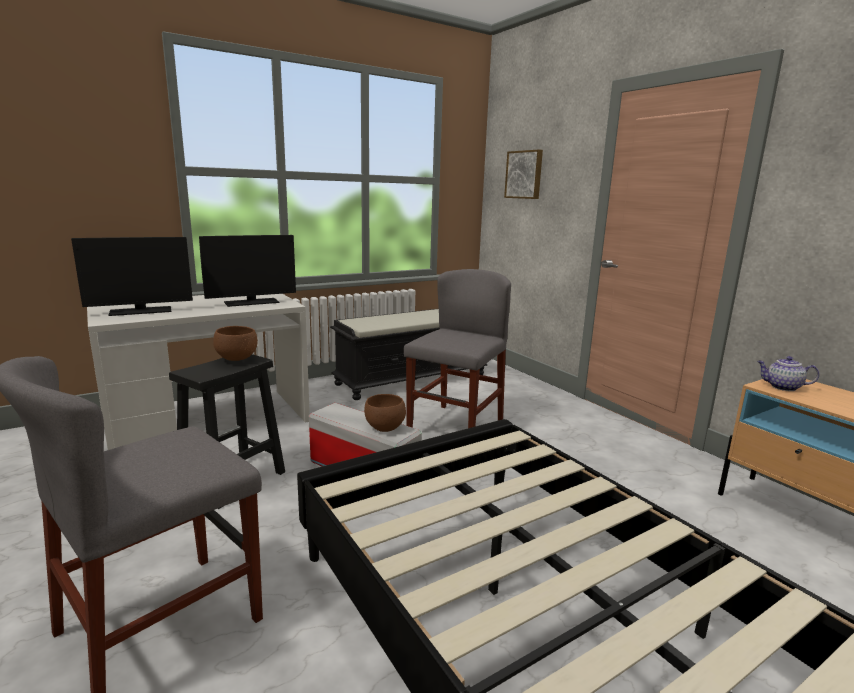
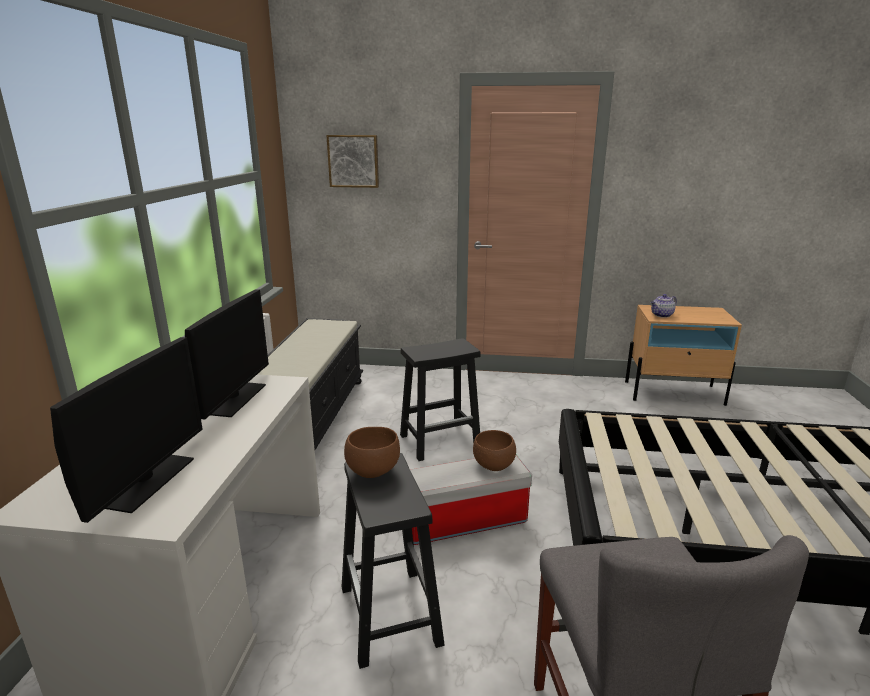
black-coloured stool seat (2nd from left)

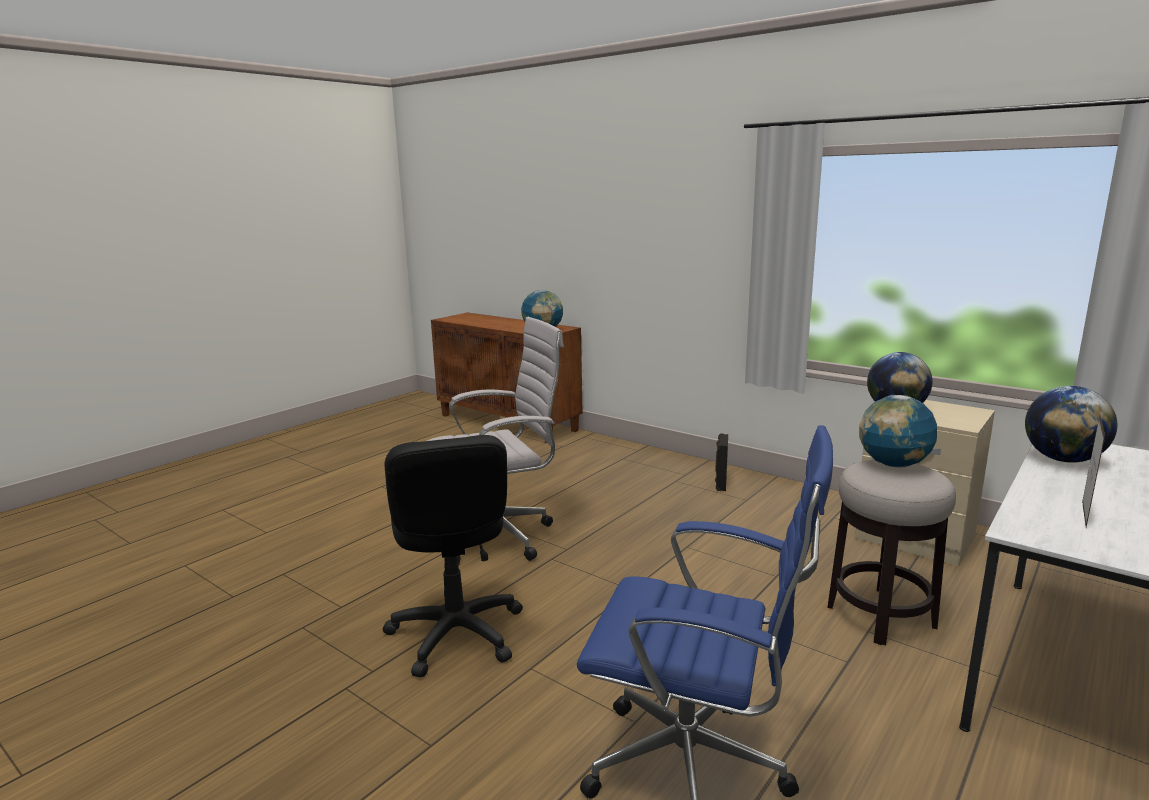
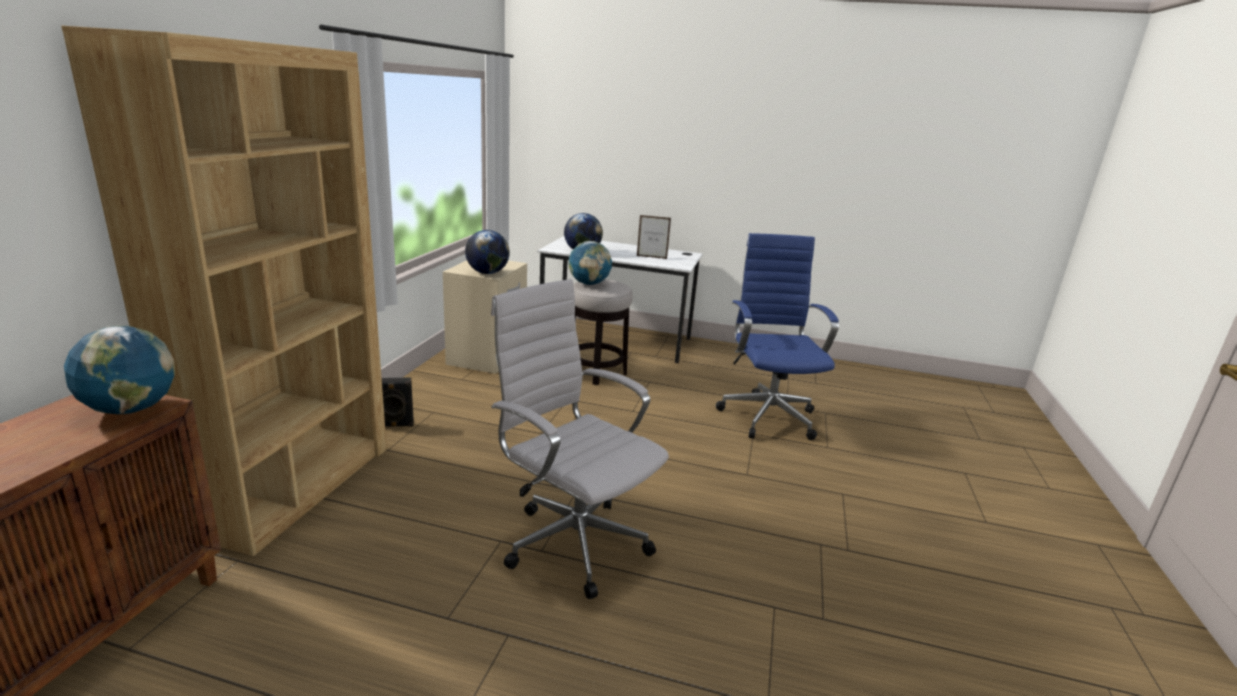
brownish bookshelf
black-coloured computer chair

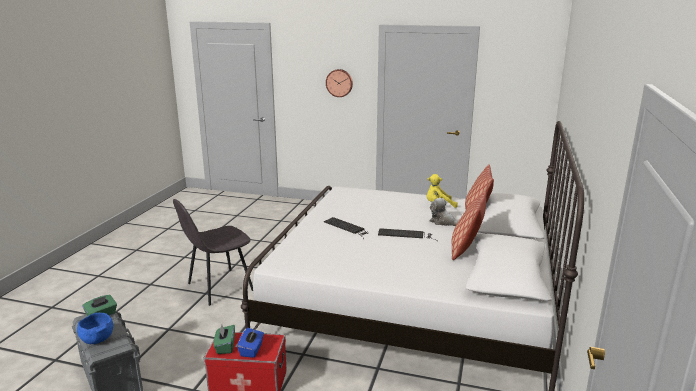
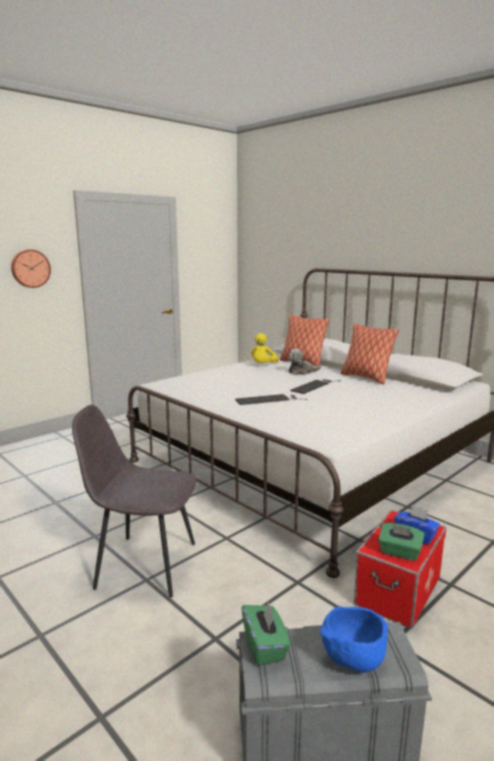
grey upright chair

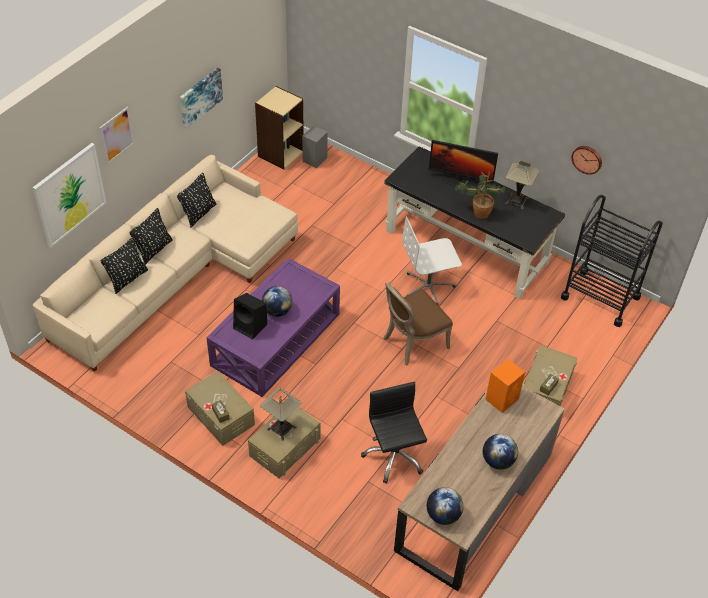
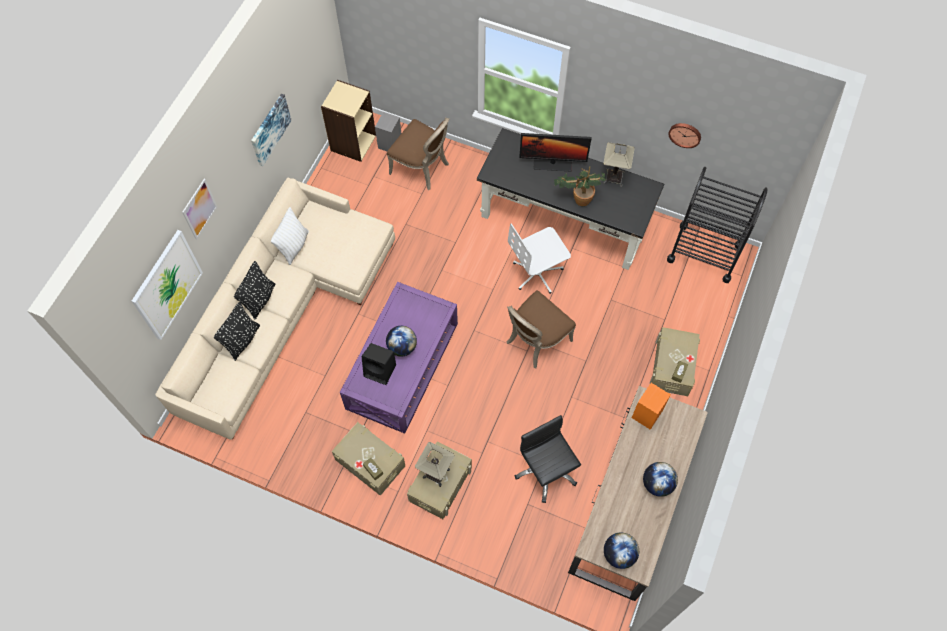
white throw pillow
brownish upright chair (1st from left)

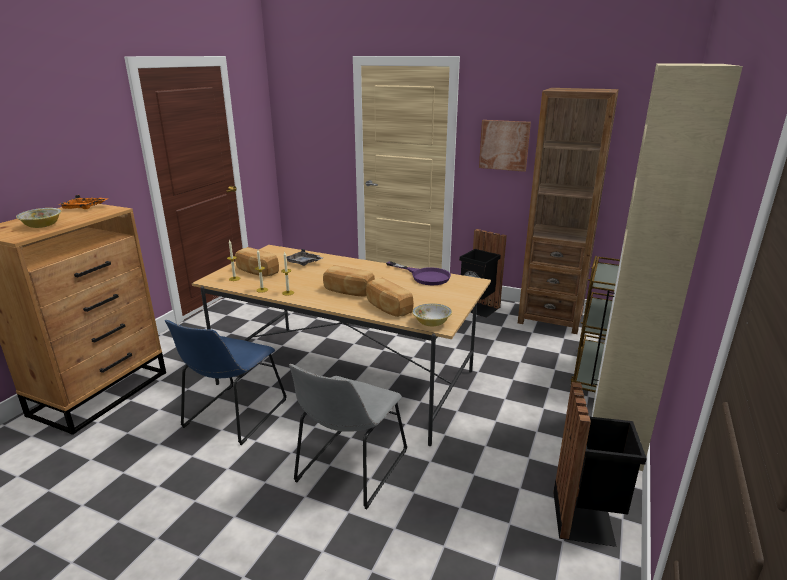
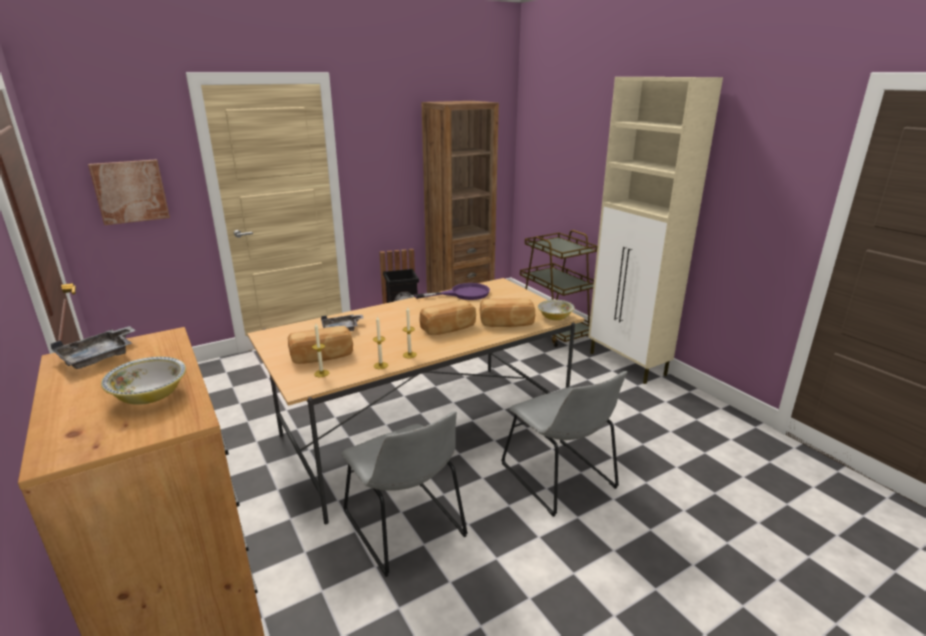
grey carrying tray (1st from left)
wall art
grey upright chair (1st from left)
black-coloured trash can (2nd from left in the first image)

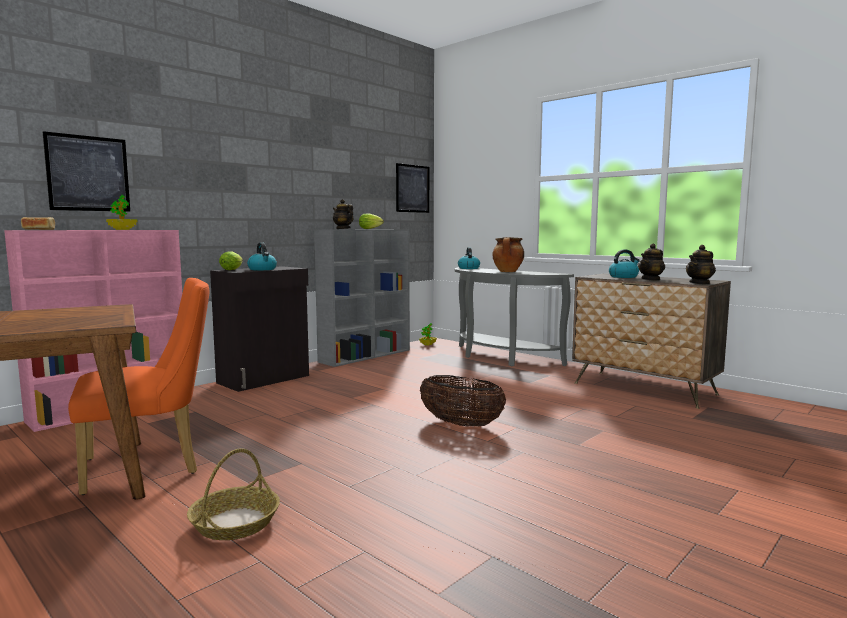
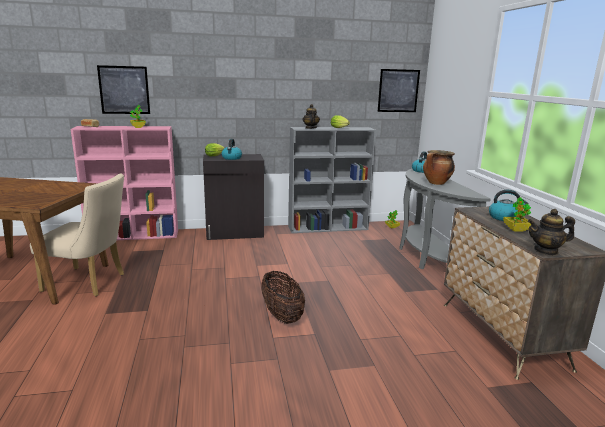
sand-coloured upright chair
plant in a pot (3rd from left)
basket (1st from left in the first image)

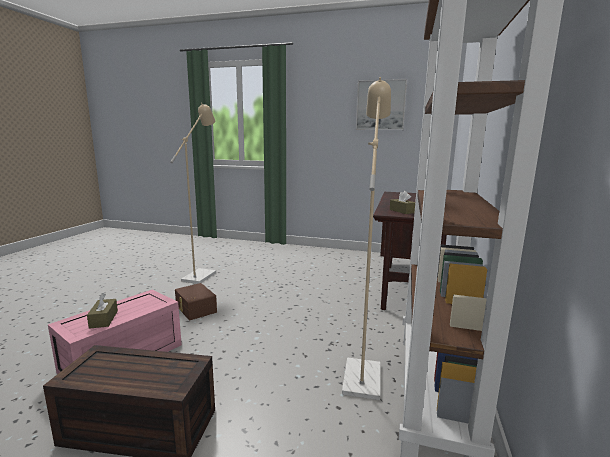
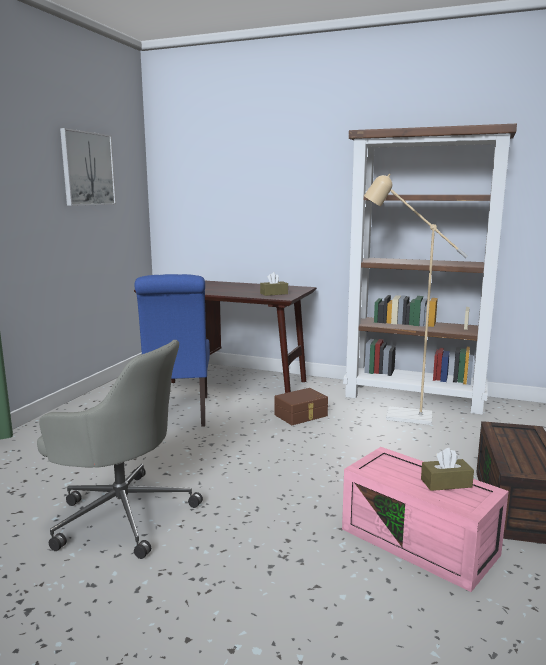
grey computer chair
blue-coloured upright chair
brownish storage box (1st from left)

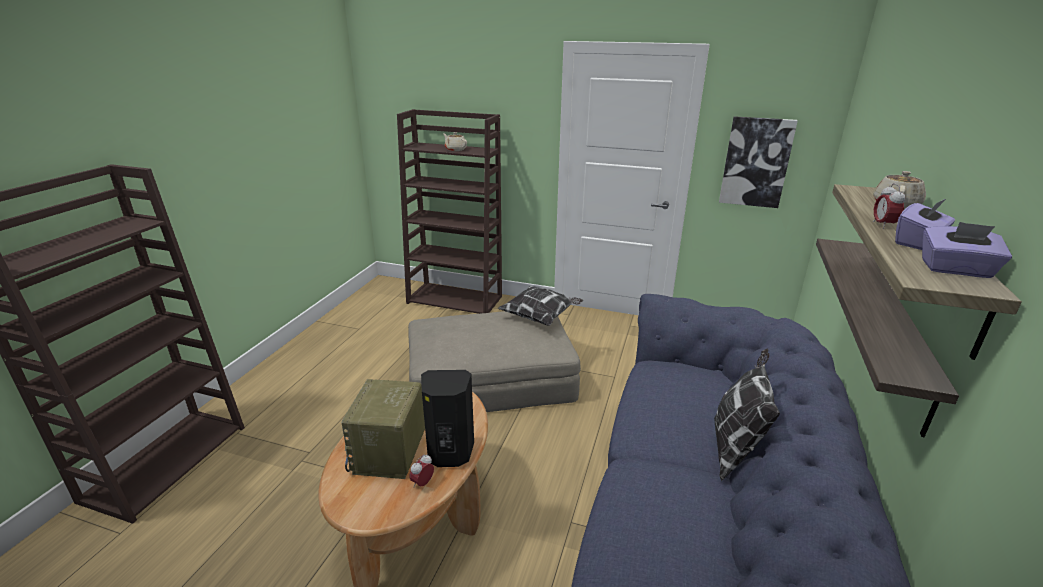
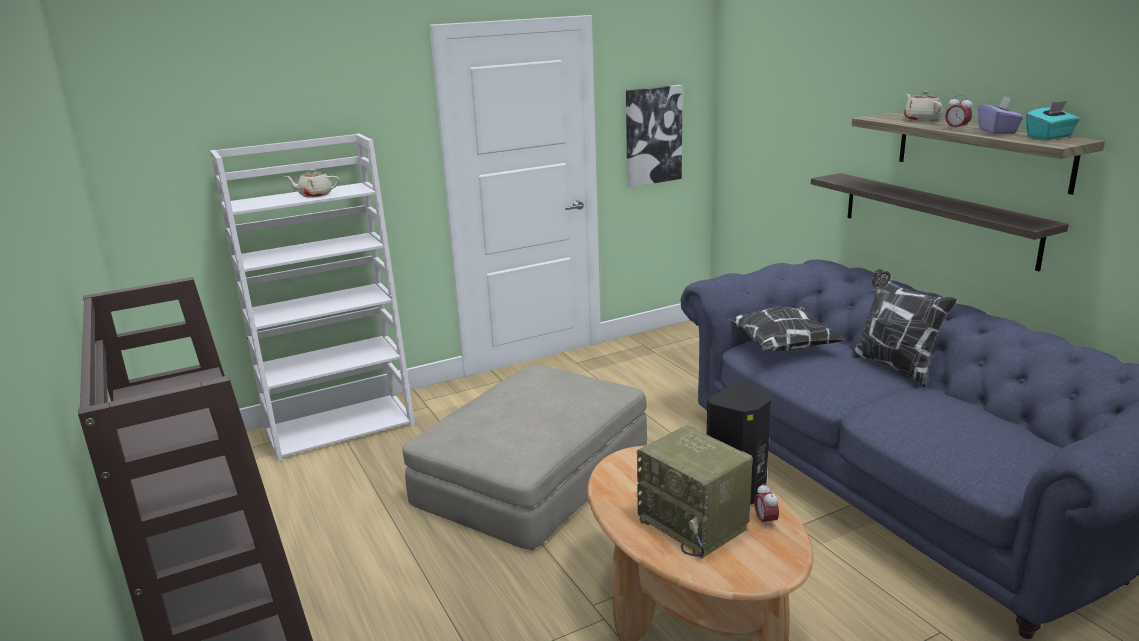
white bookshelf
throw pillow (1st from left)
blue-green tissue box

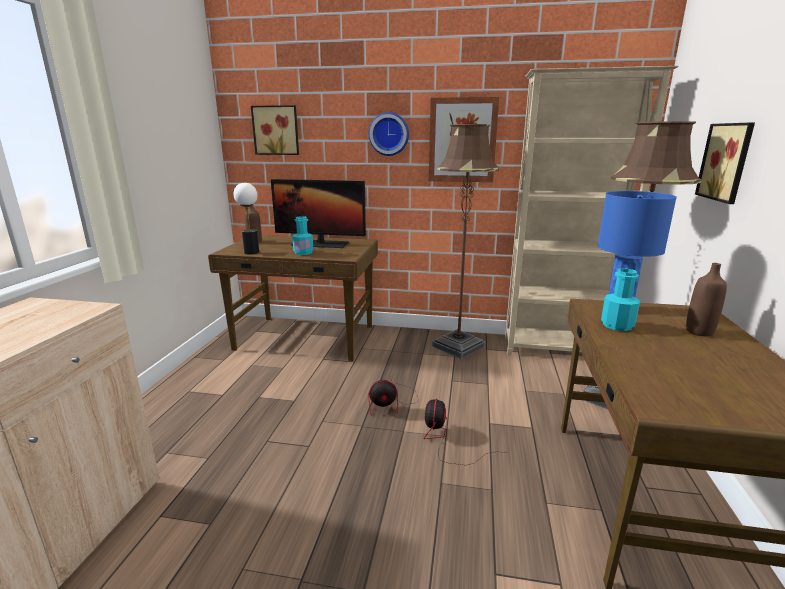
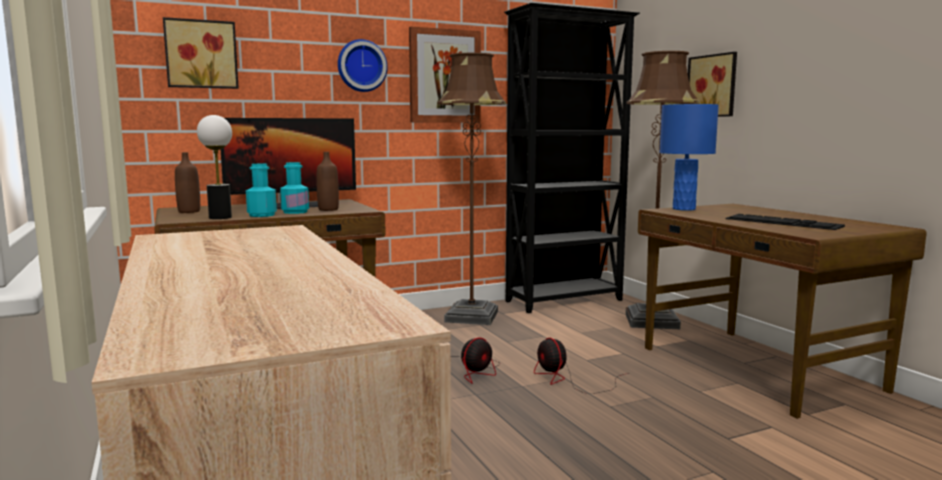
blue-green drink bottle (1st from left)
brownish drink bottle (2nd from left)
black-coloured bookshelf
PC keyboard

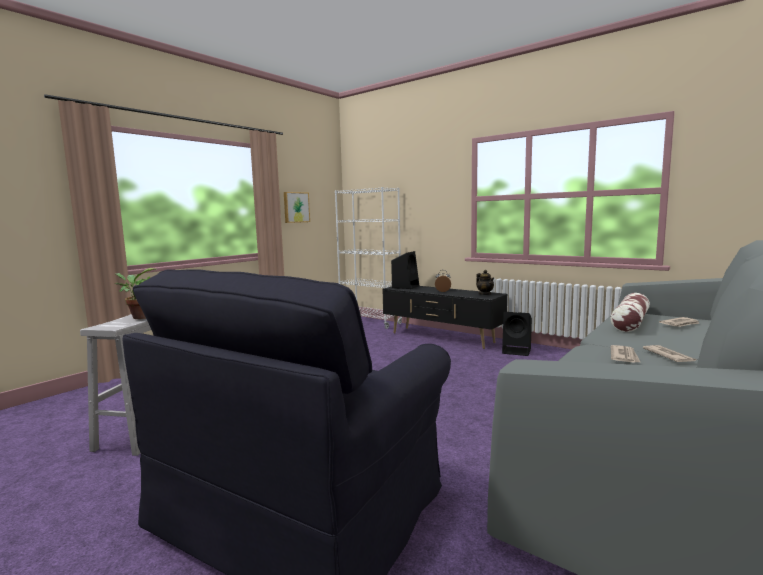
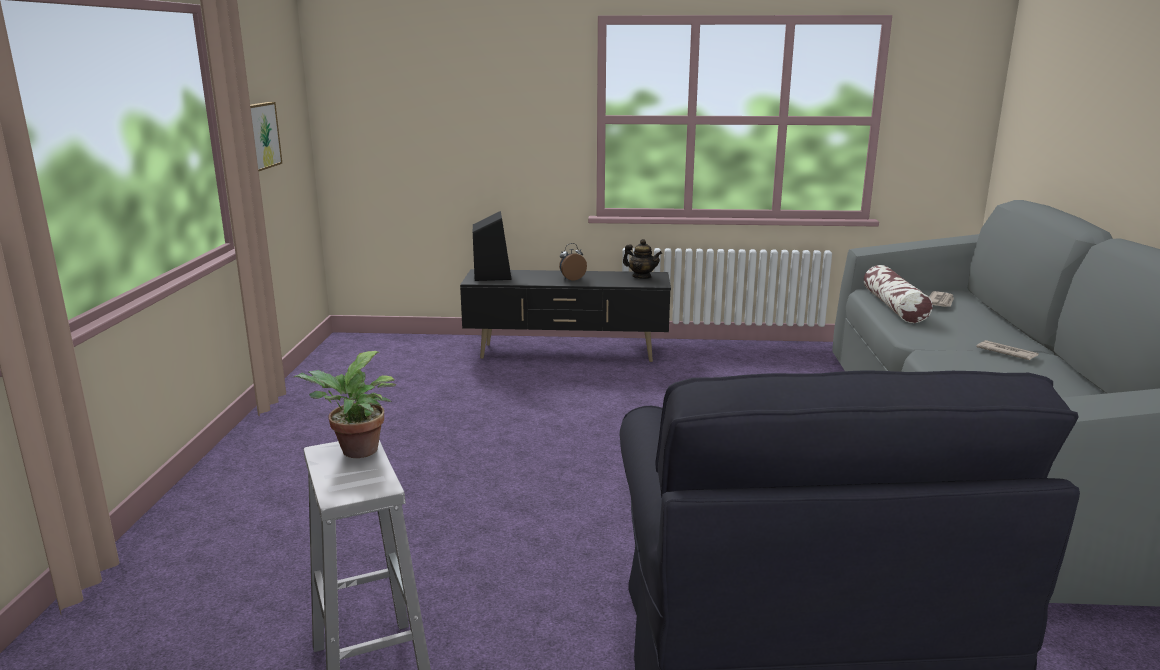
white bookshelf
black-coloured speaker (2nd from left in the first image)
printed paper (1st from left in the first image)

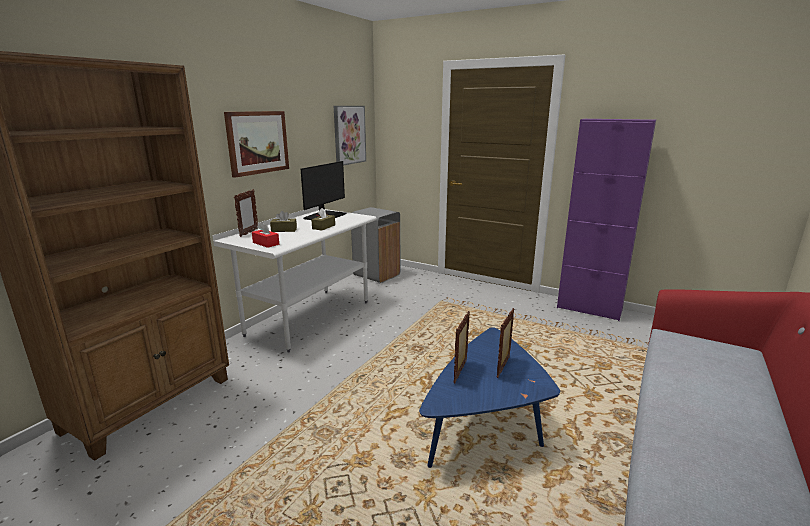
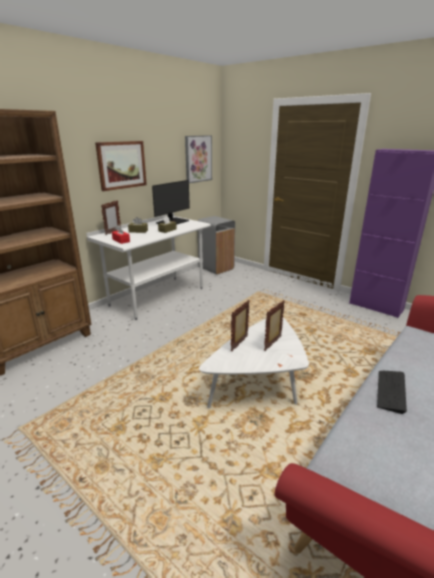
white coffee table
PC keyboard

